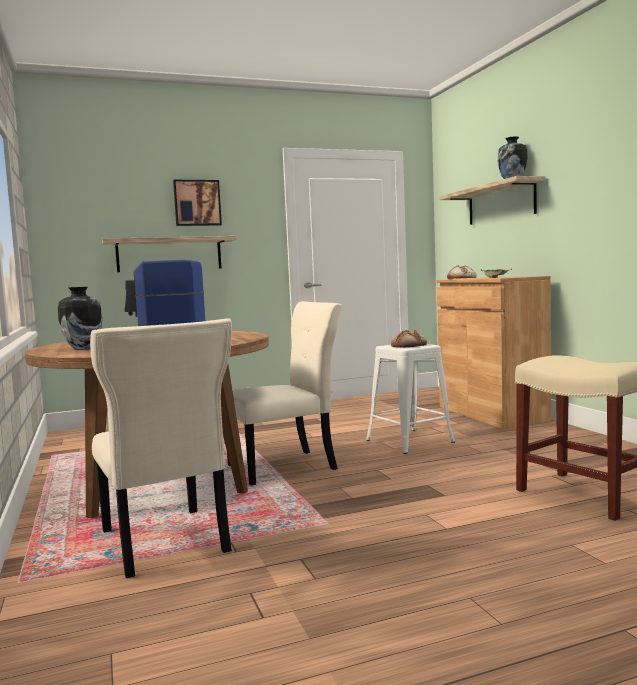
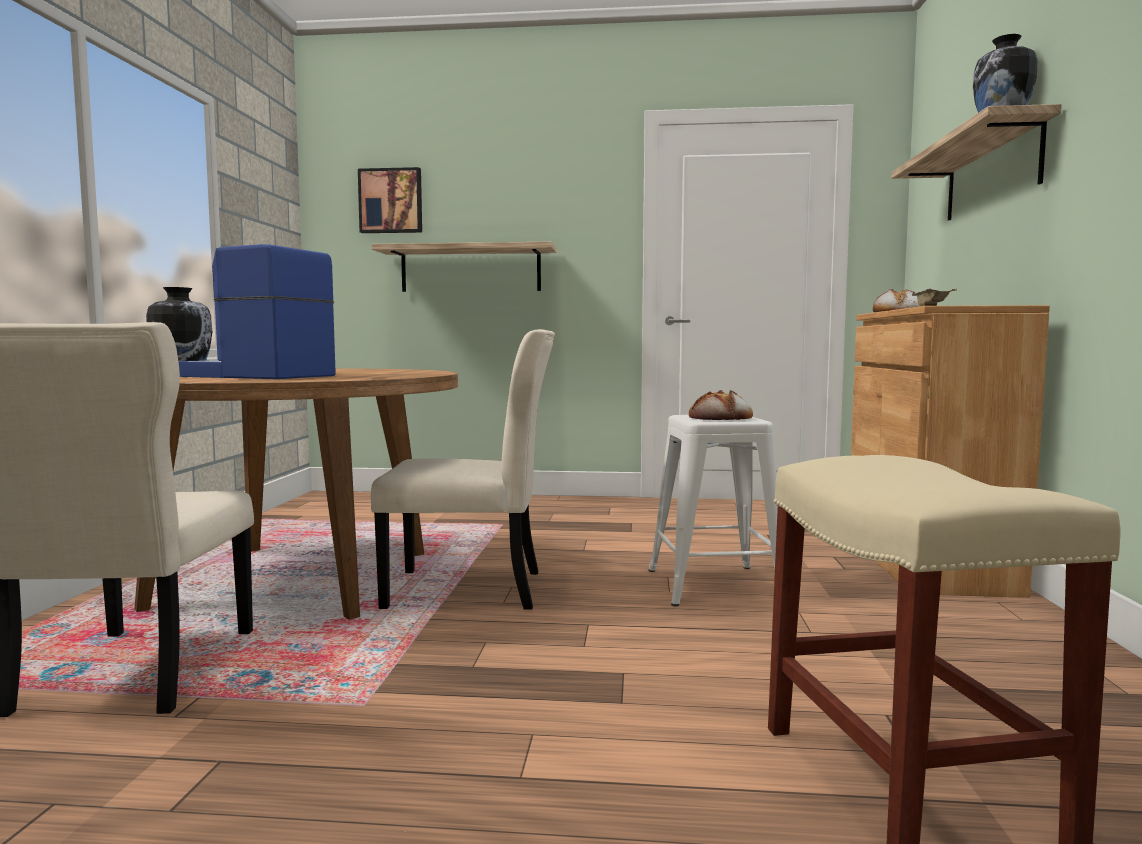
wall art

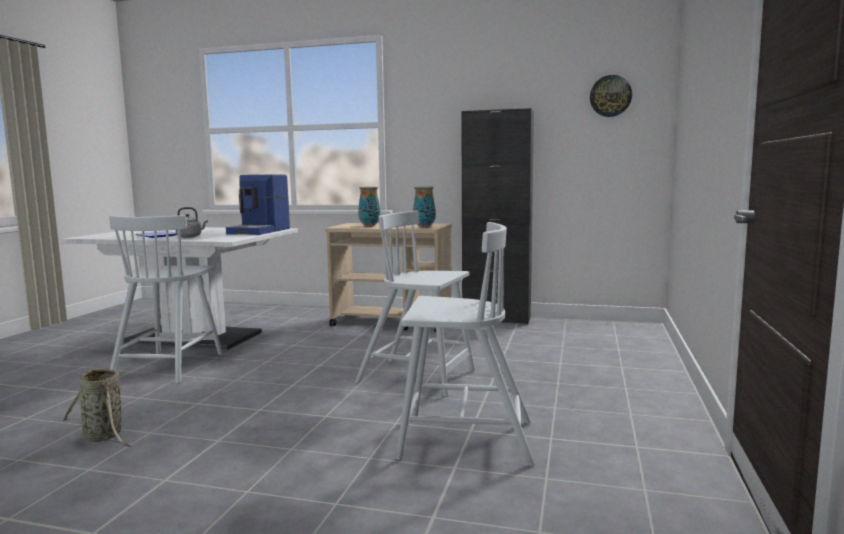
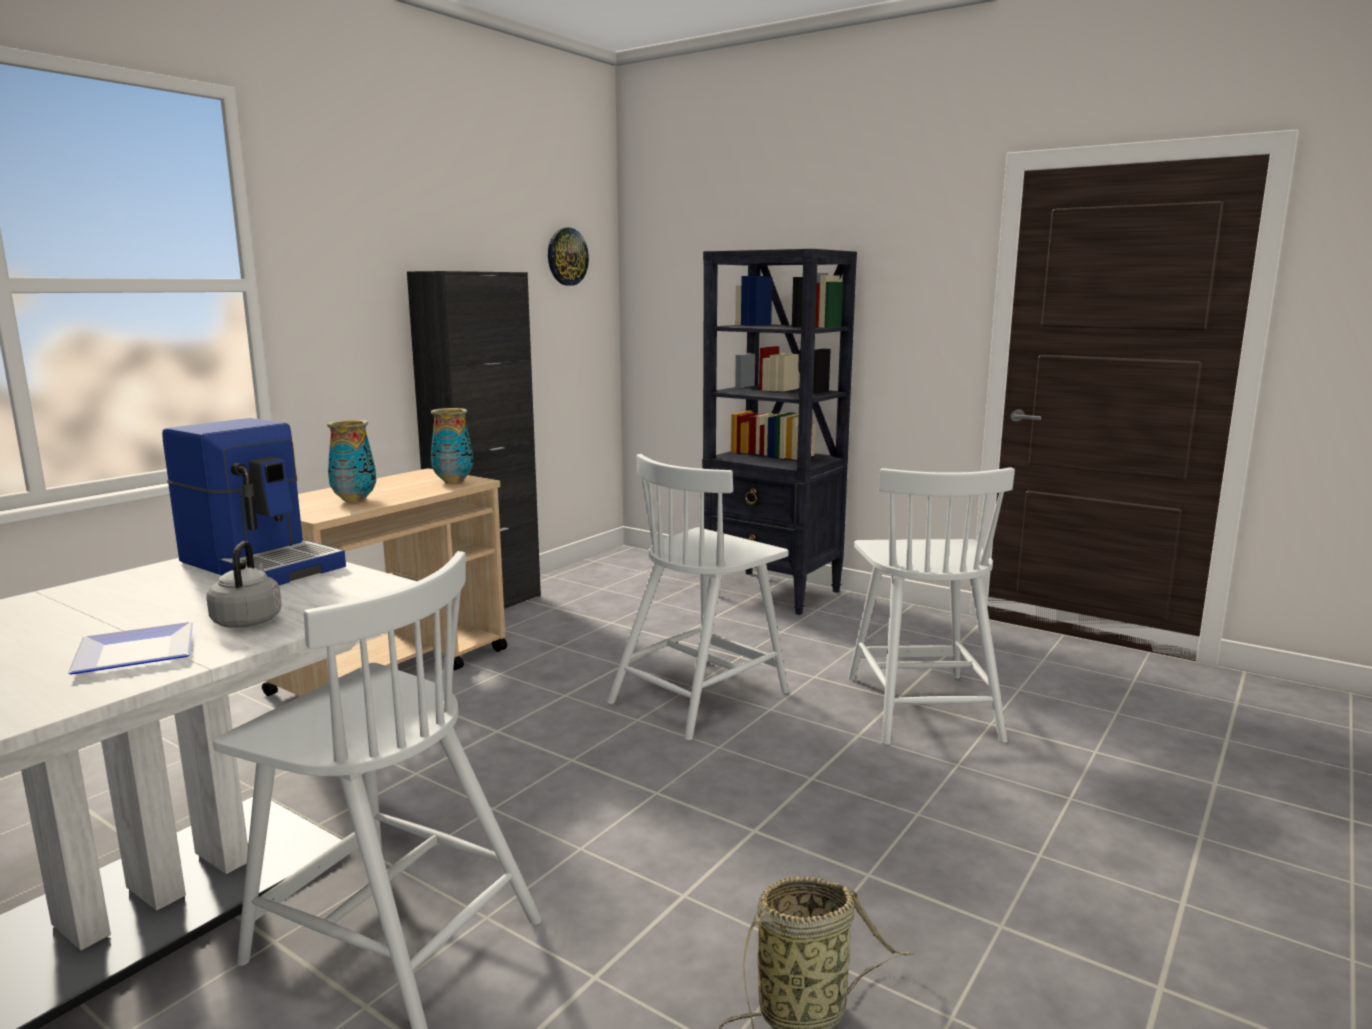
black-coloured bookshelf
white upright chair (3rd from left)

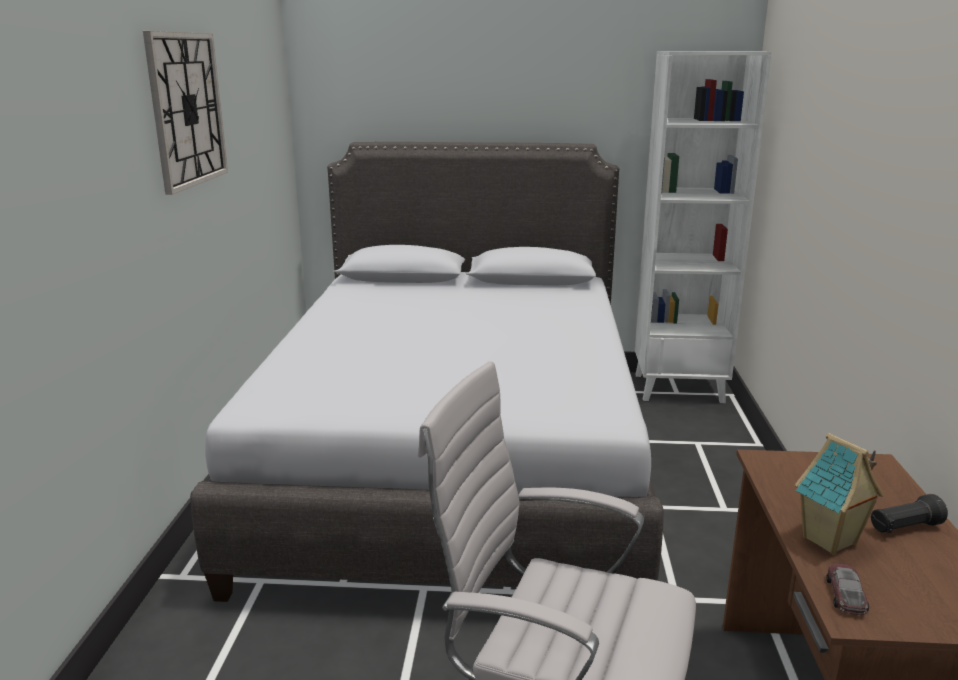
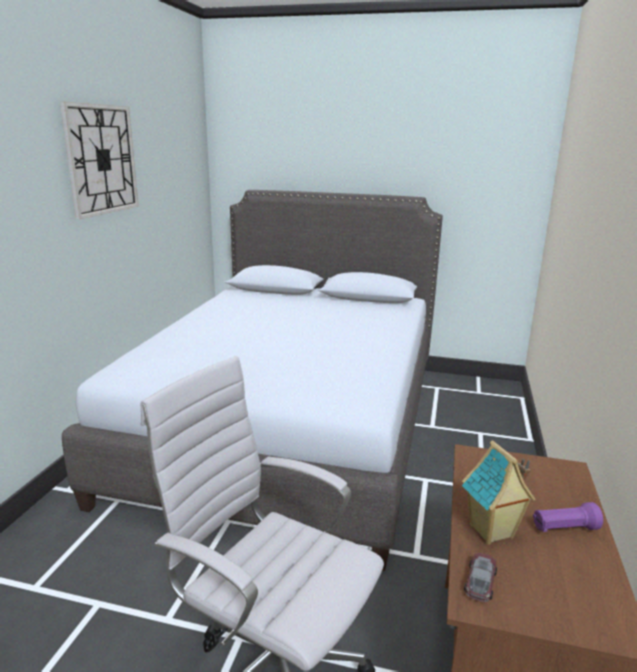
purple flashlight
white bookshelf

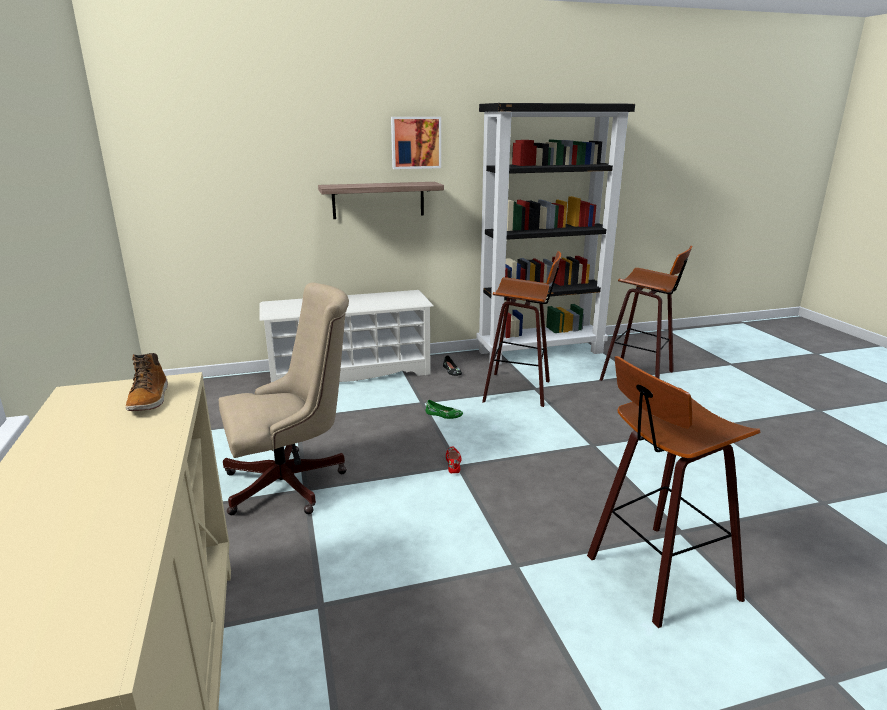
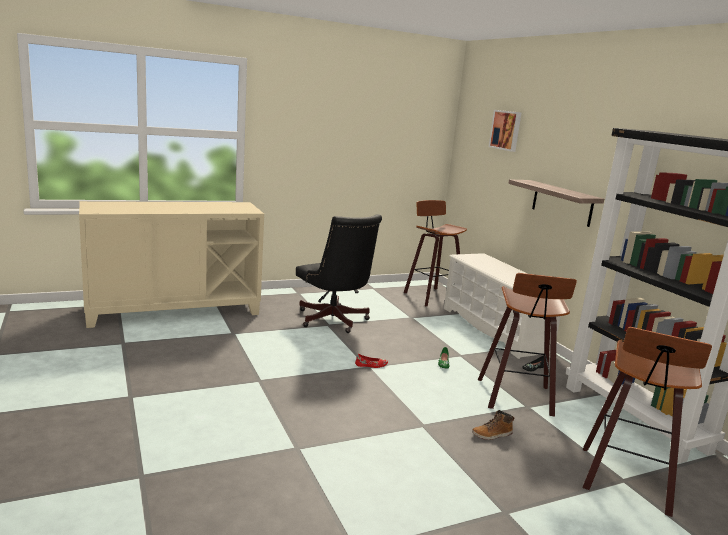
black-coloured computer chair
stool seat (1st from left)
boot
wall art

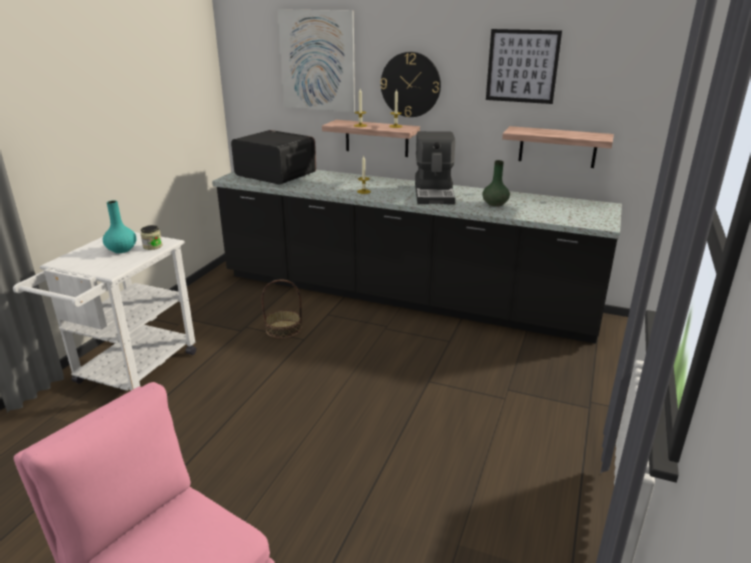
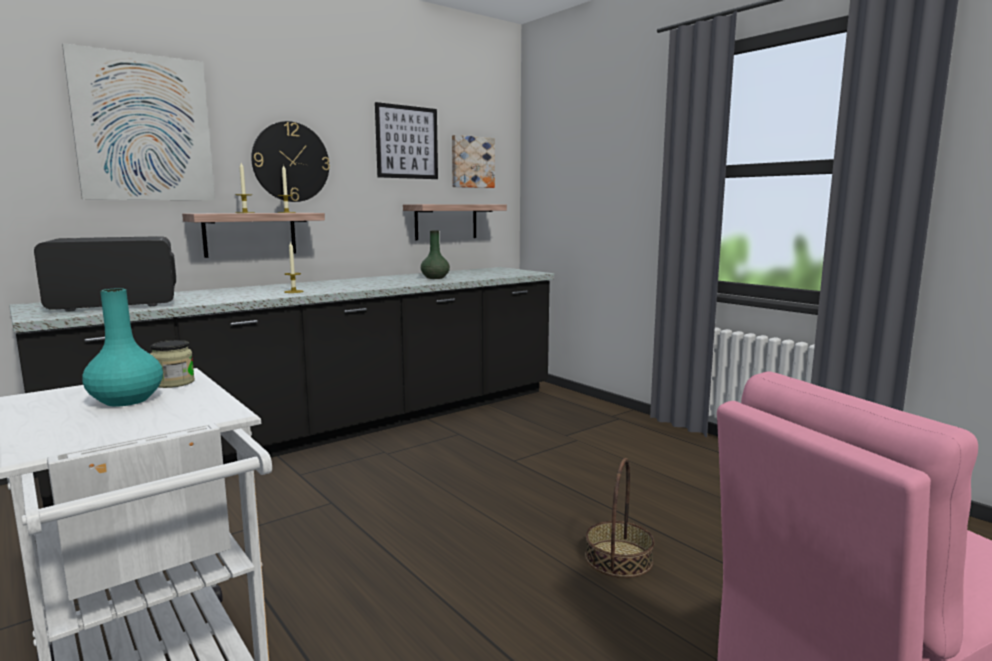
wall art (3rd from left)
basket
coffee machine

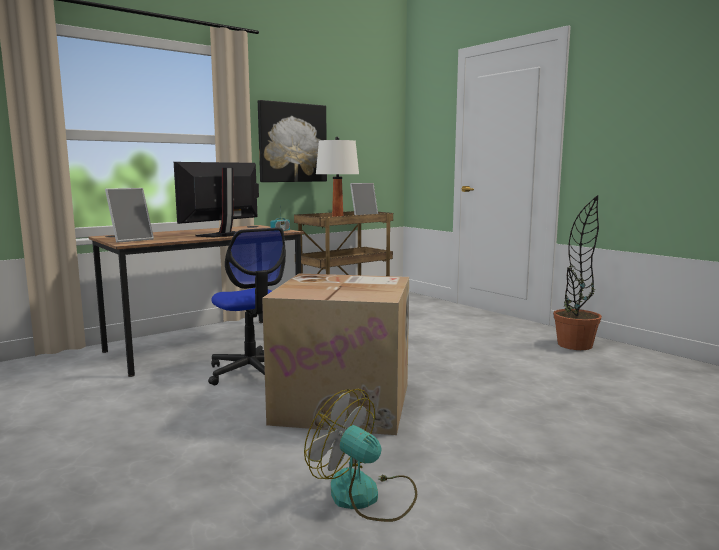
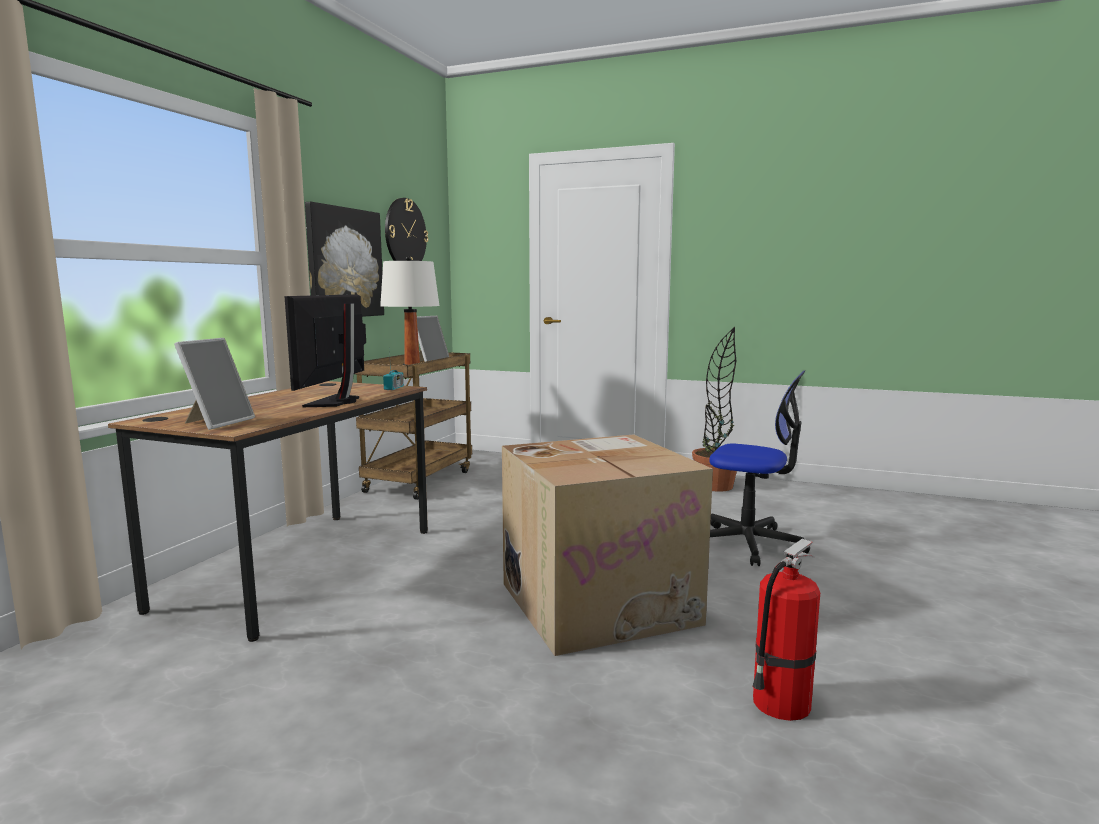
hanging clock
computer chair
fire extinguisher

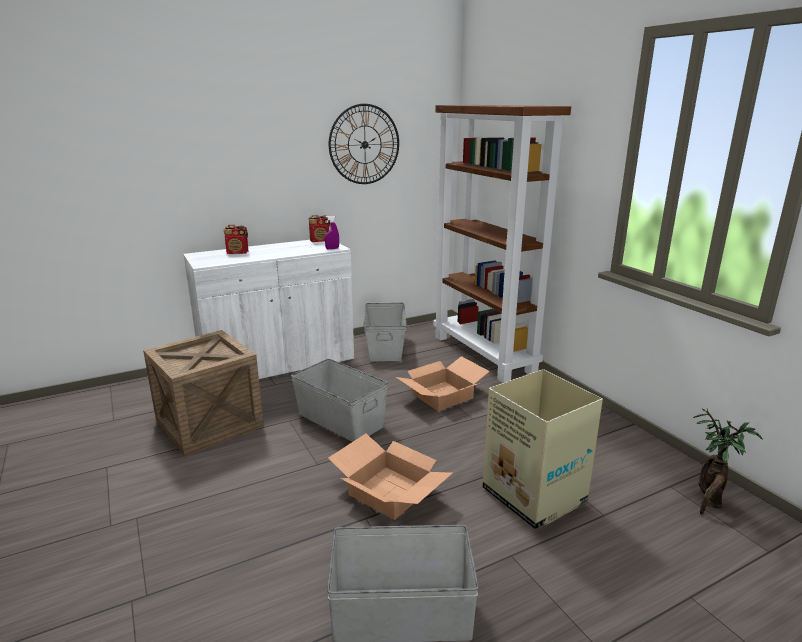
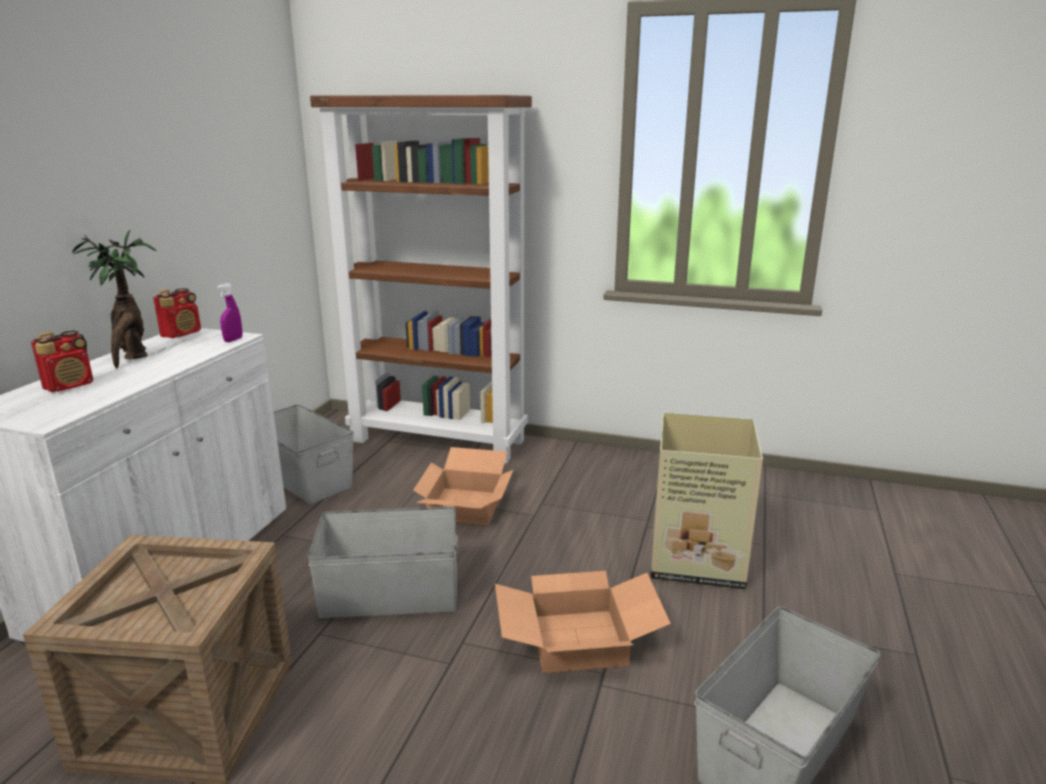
plant in a pot
hanging clock

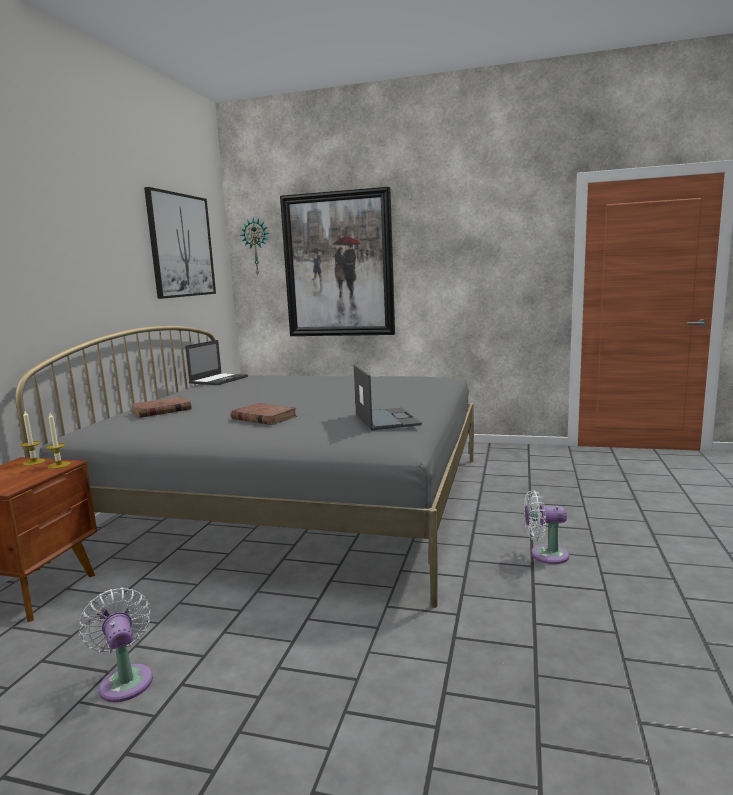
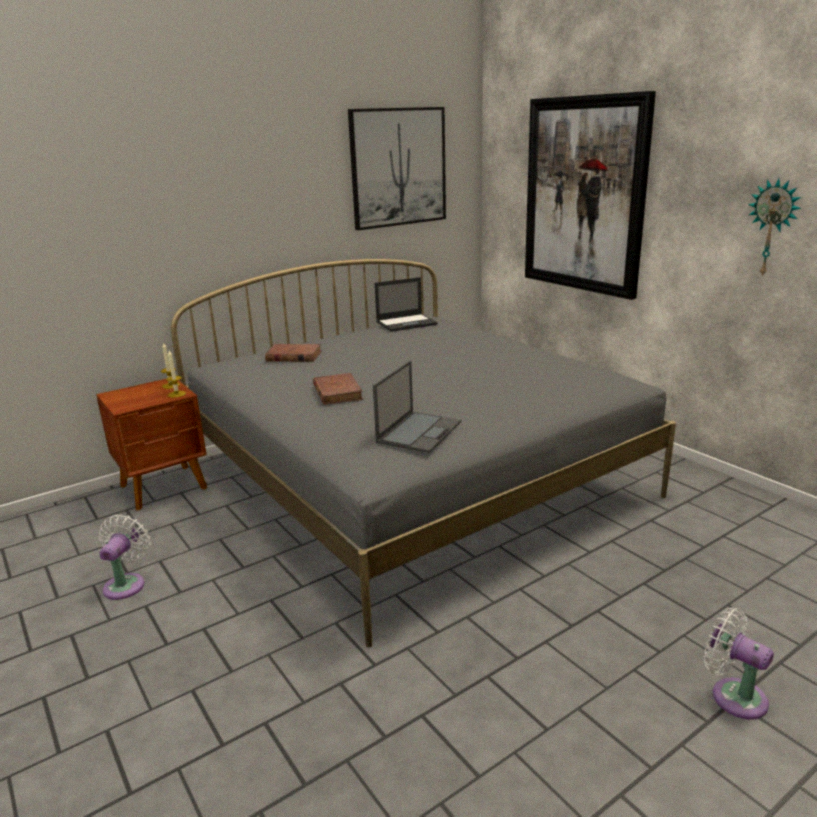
white electric fan (2nd from left)
hanging clock

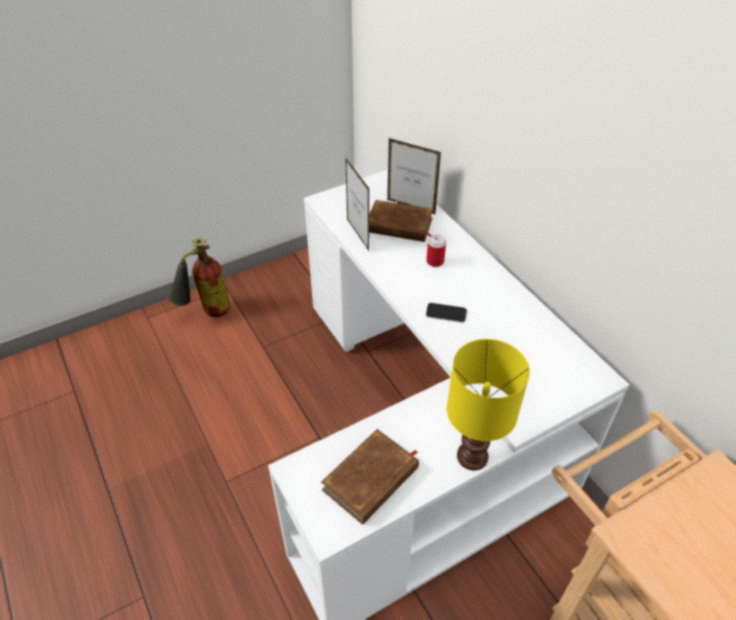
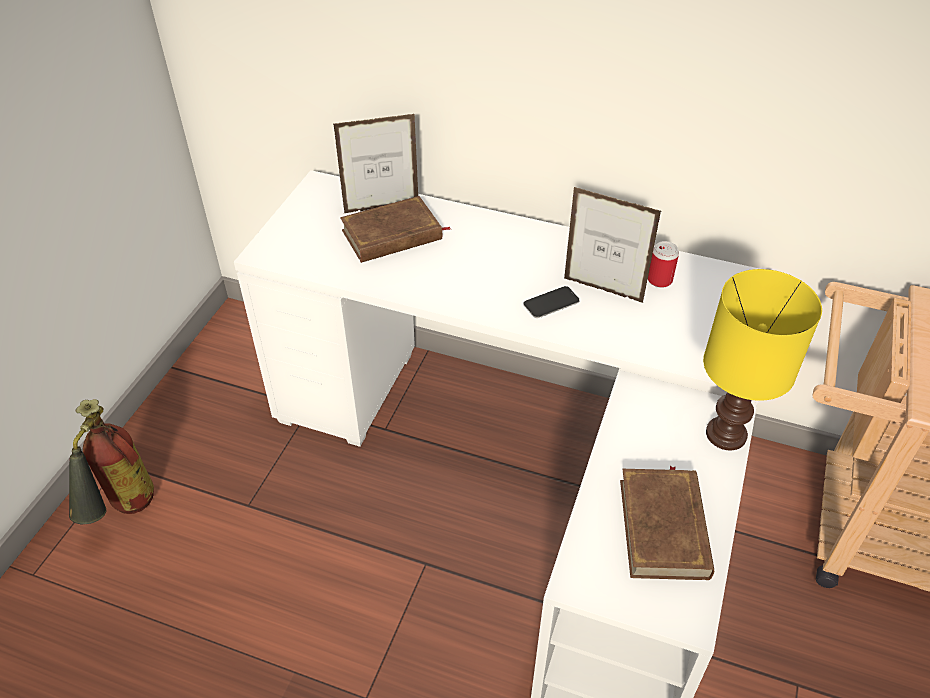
picture frame (2nd from left)
sealed can

